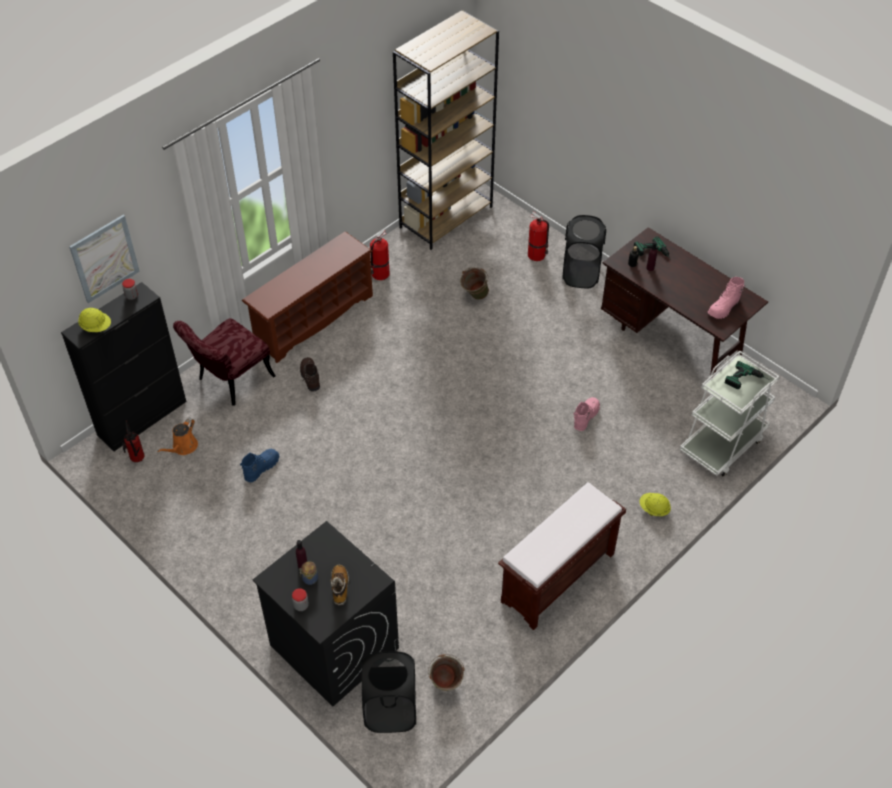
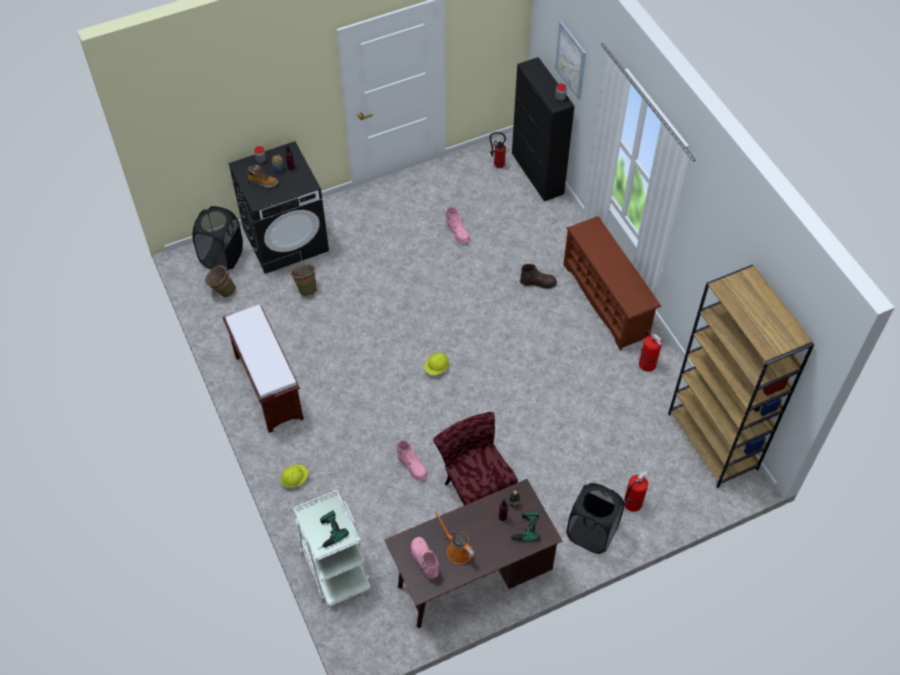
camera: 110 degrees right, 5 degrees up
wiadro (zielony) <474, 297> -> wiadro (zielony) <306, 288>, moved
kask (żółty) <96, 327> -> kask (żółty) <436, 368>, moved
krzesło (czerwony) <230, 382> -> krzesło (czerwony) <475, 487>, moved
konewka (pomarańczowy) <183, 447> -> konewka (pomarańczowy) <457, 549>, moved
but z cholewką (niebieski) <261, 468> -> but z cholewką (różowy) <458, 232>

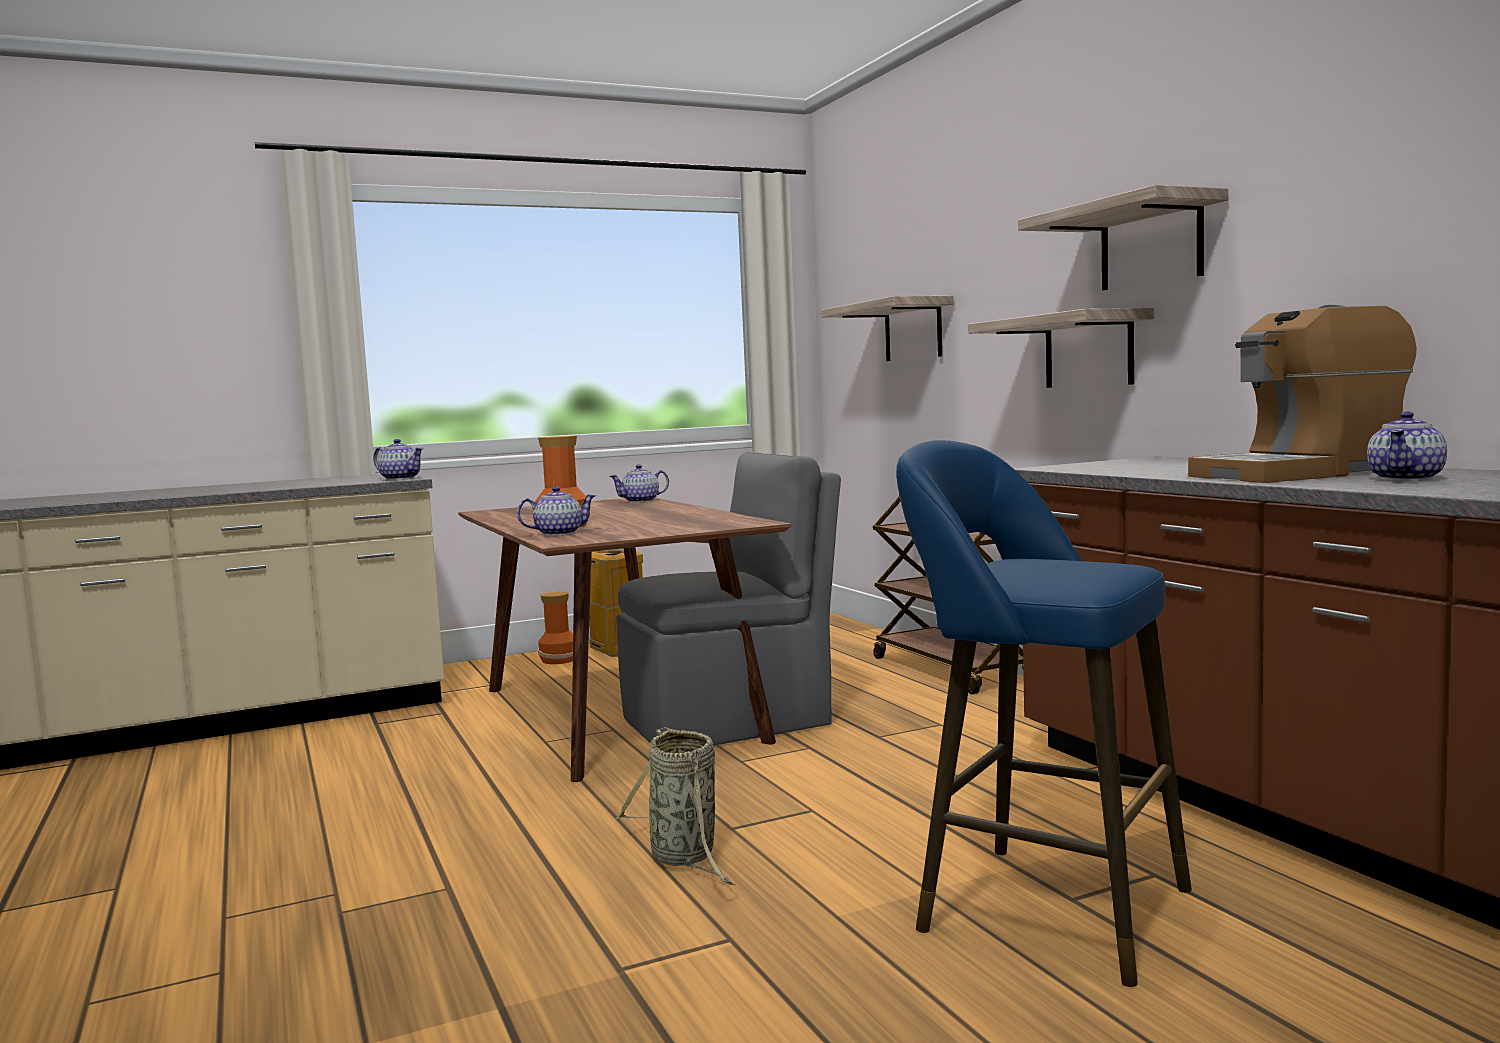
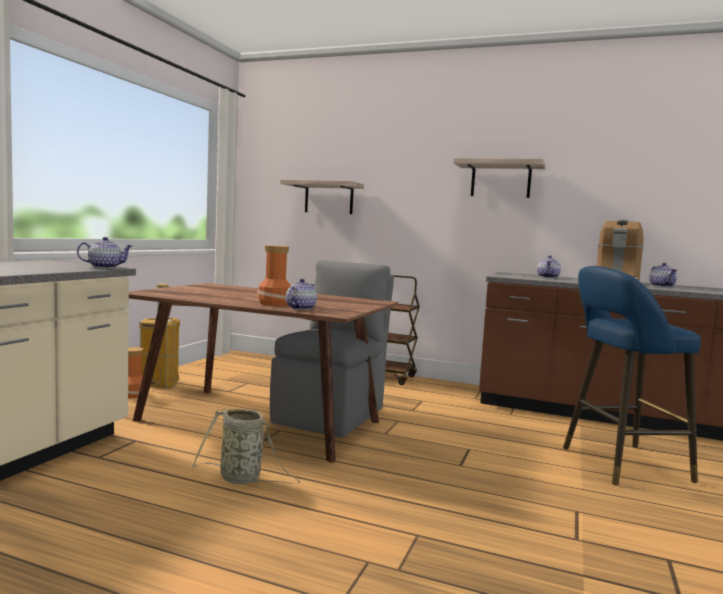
camera: 45 degrees left, 0 degrees up
koszyk <685, 858> -> koszyk <243, 479>, moved
imbryk <641, 501> -> imbryk <548, 277>, moved
półka <1088, 351> -> none

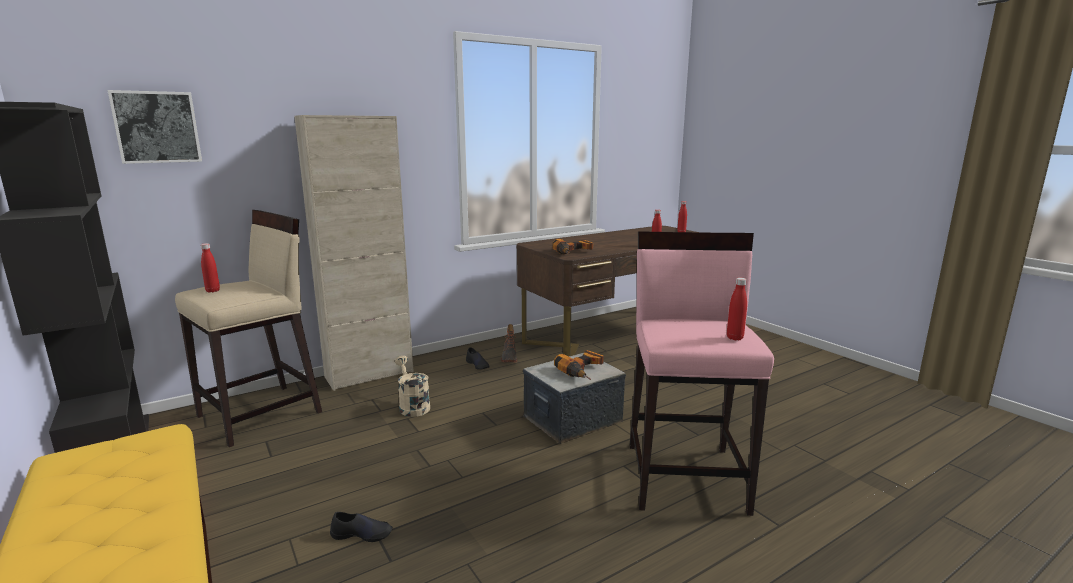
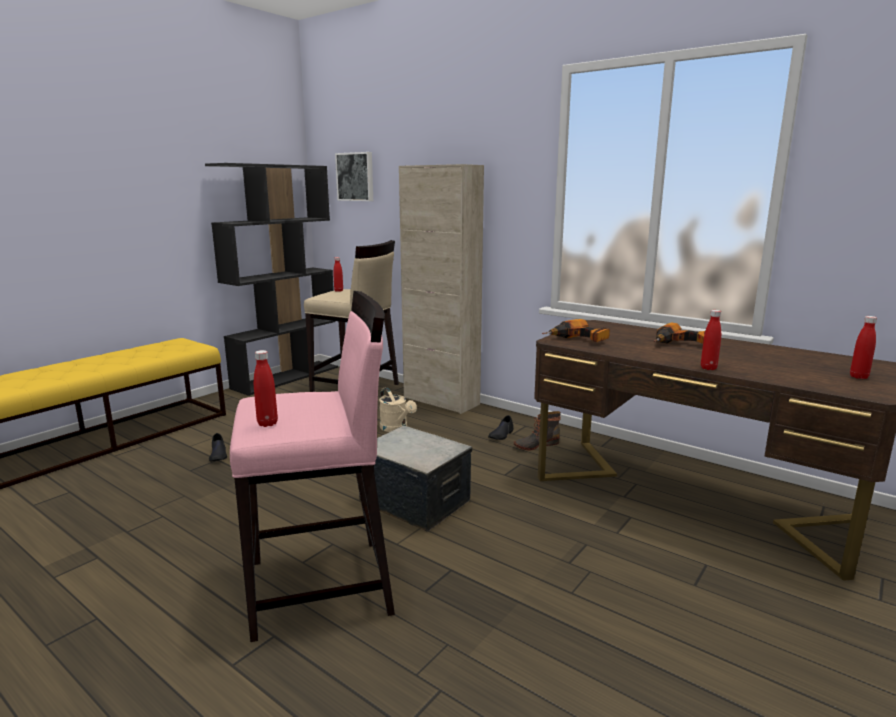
camera: 70 degrees right, 0 degrees up
konewka (beżowy) <412, 406> -> konewka (beżowy) <396, 428>, 105 degrees clockwise
wiertarka <583, 371> -> wiertarka <682, 344>, moved

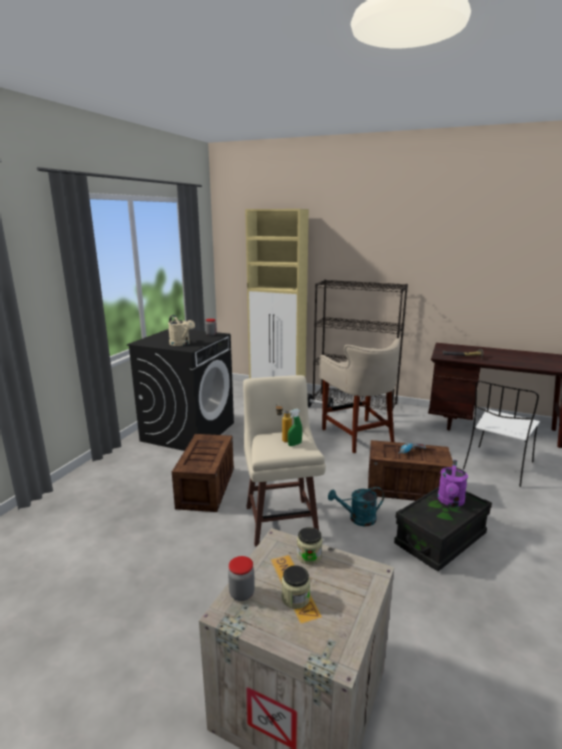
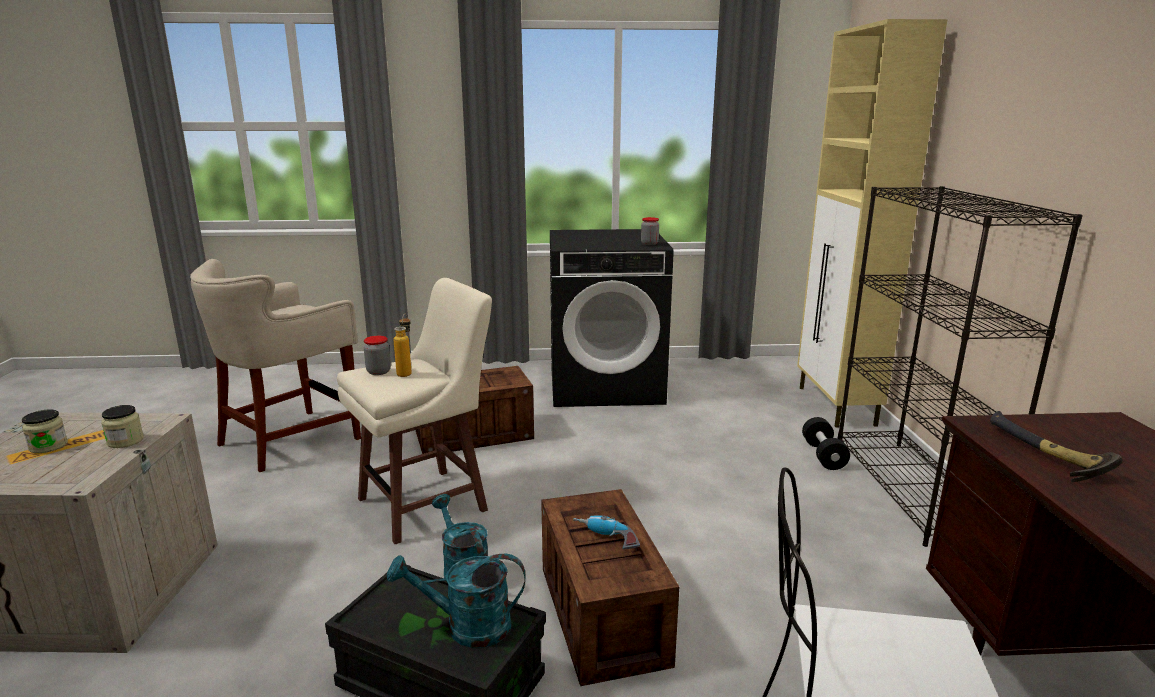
camera: 65 degrees right, 0 degrees up
stołek (beżowy) <358, 435> -> stołek (beżowy) <291, 440>, moved
słoik <241, 593> -> słoik <378, 372>, moved
konewka (fioletowy) <450, 501> -> konewka (turkusowy) <467, 627>
konewka (beżowy) <181, 344> -> none
spryskiwacz (zielony) <294, 444> -> none

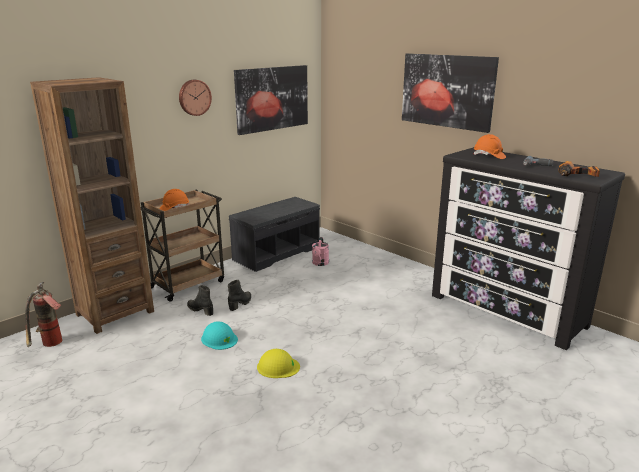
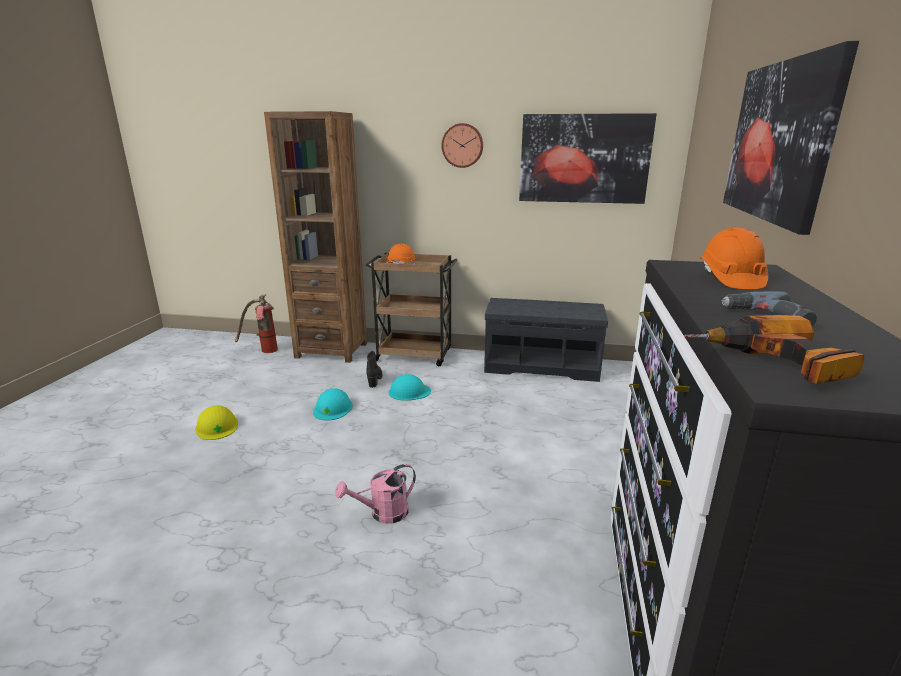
camera: 55 degrees right, 0 degrees up
kask (żółty) <278, 367> -> kask (żółty) <217, 426>, moved
konewka (różowy) <320, 263> -> konewka (różowy) <383, 514>, moved
but z cholewką (czarny) <240, 304> -> kask (turkusowy) <409, 391>

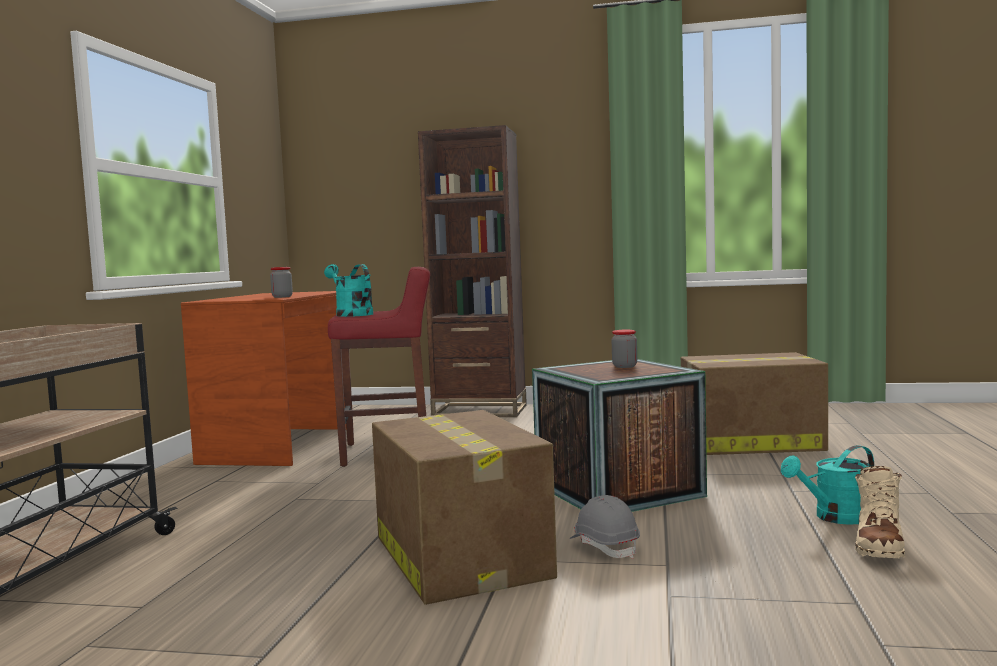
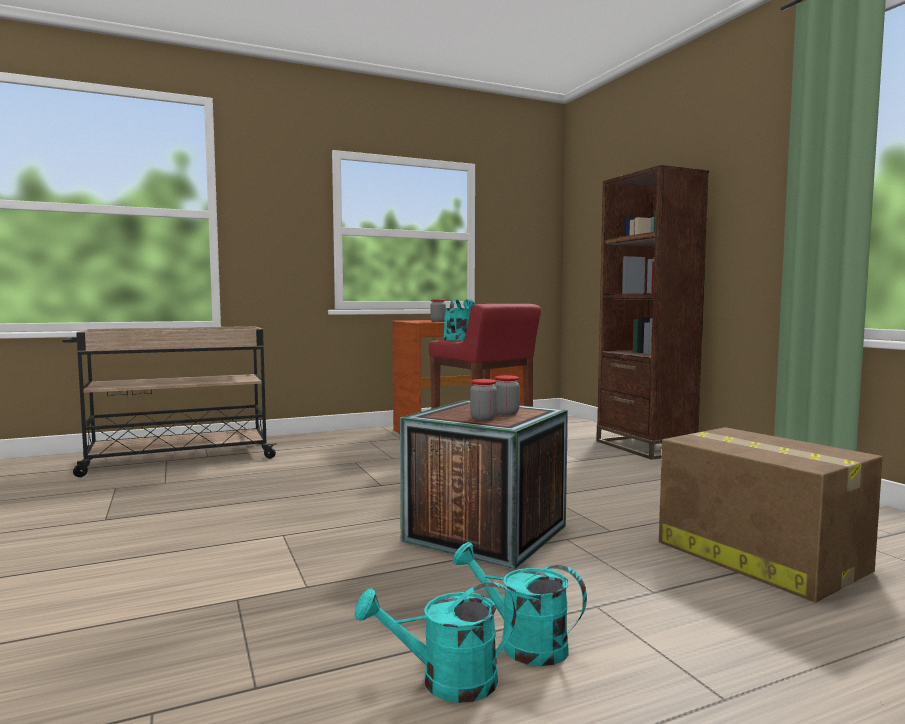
camera: 55 degrees right, 0 degrees up
but z cholewką (beżowy) <879, 546> -> konewka (turkusowy) <445, 682>
none -> słoik <483, 418>
karton <459, 556> -> none
kask (szary) <605, 546> -> none

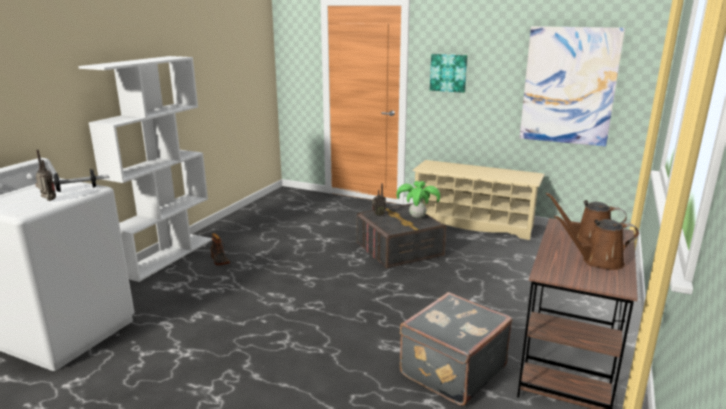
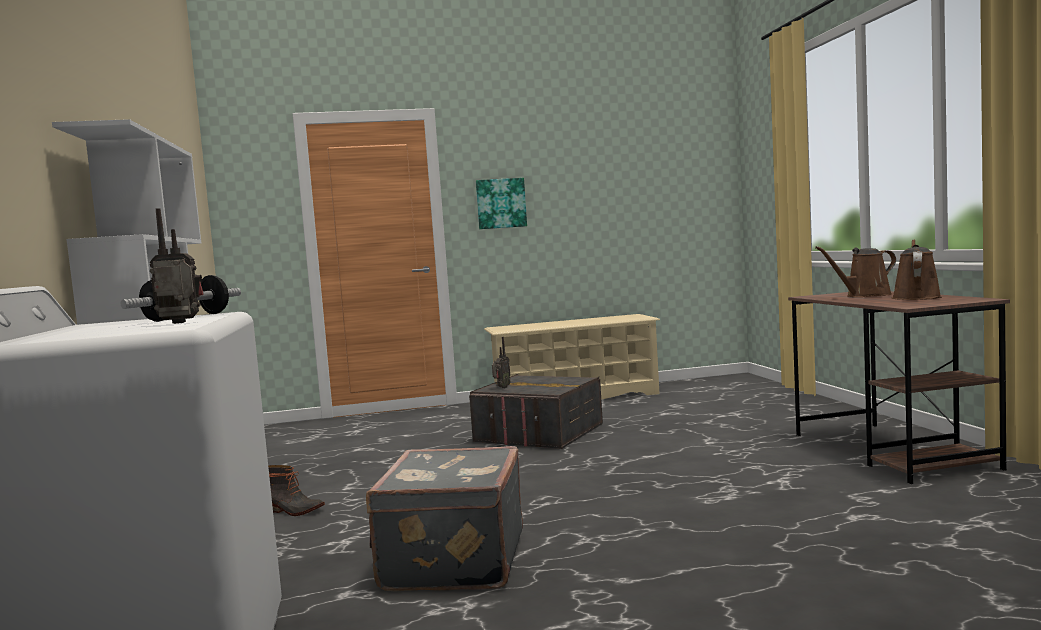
camera: 35 degrees left, 15 degrees down
walizka (szary) <451, 370> -> walizka (szary) <451, 561>, moved
konewka (brązowy) <598, 261> -> konewka (brązowy) <916, 297>, 150 degrees clockwise
roślina doniczkowa <417, 217> -> none
obraz <569, 86> -> none

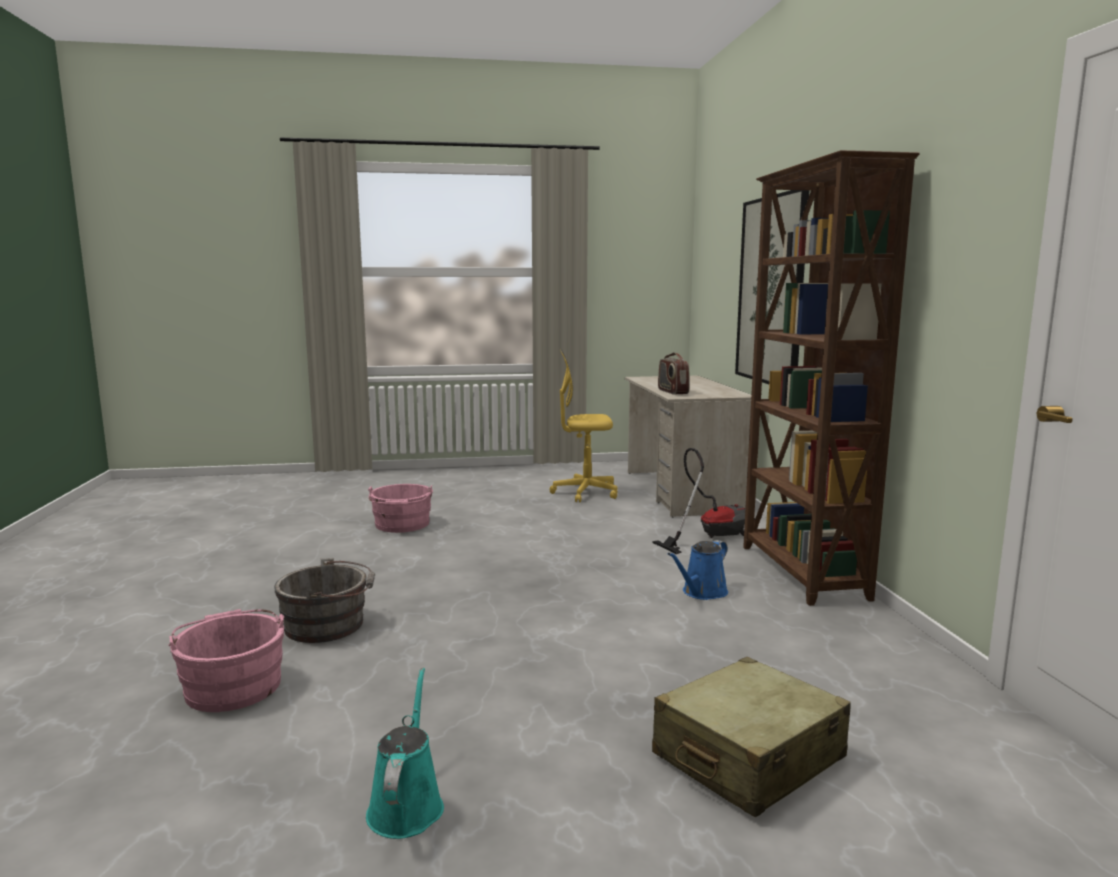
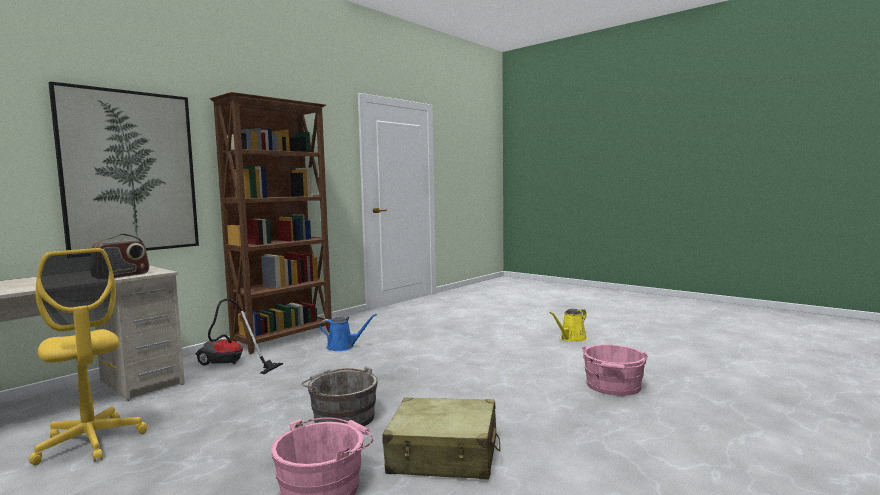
camera: 130 degrees left, 5 degrees down
wiadro (szary) <329, 625> -> wiadro (szary) <342, 417>, moved
walizka (beżowy) <748, 757> -> walizka (beżowy) <444, 455>, moved
konewka (turkusowy) <407, 805> -> konewka (żółty) <571, 339>

